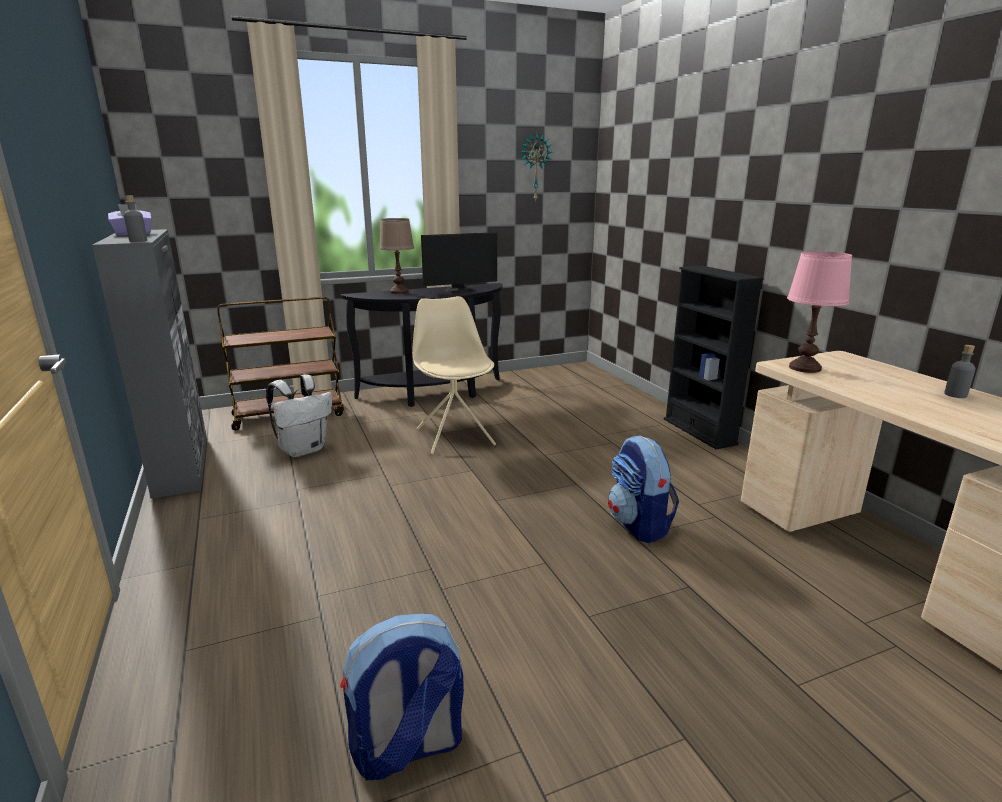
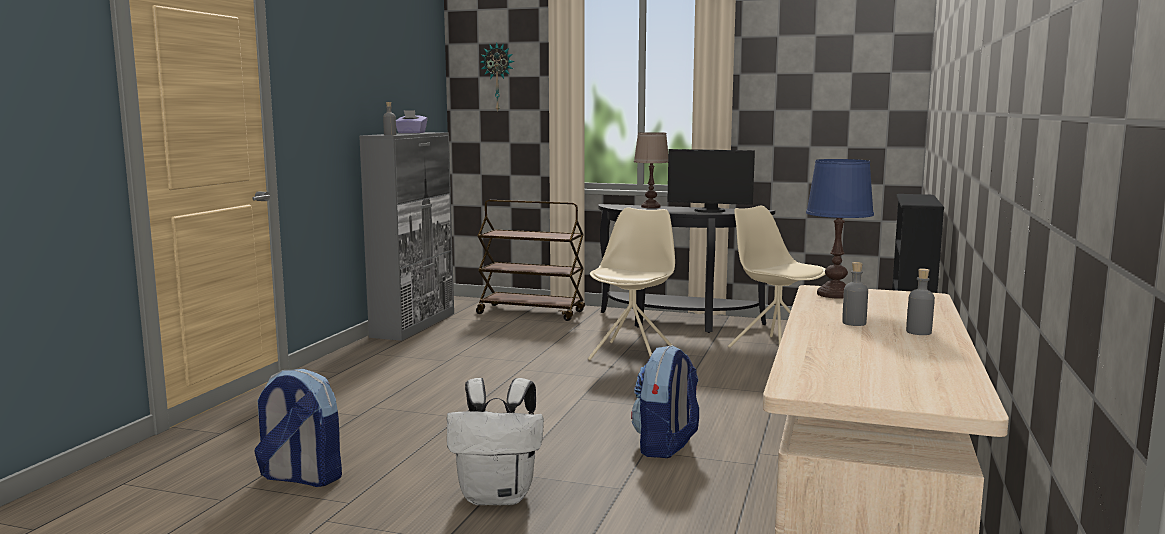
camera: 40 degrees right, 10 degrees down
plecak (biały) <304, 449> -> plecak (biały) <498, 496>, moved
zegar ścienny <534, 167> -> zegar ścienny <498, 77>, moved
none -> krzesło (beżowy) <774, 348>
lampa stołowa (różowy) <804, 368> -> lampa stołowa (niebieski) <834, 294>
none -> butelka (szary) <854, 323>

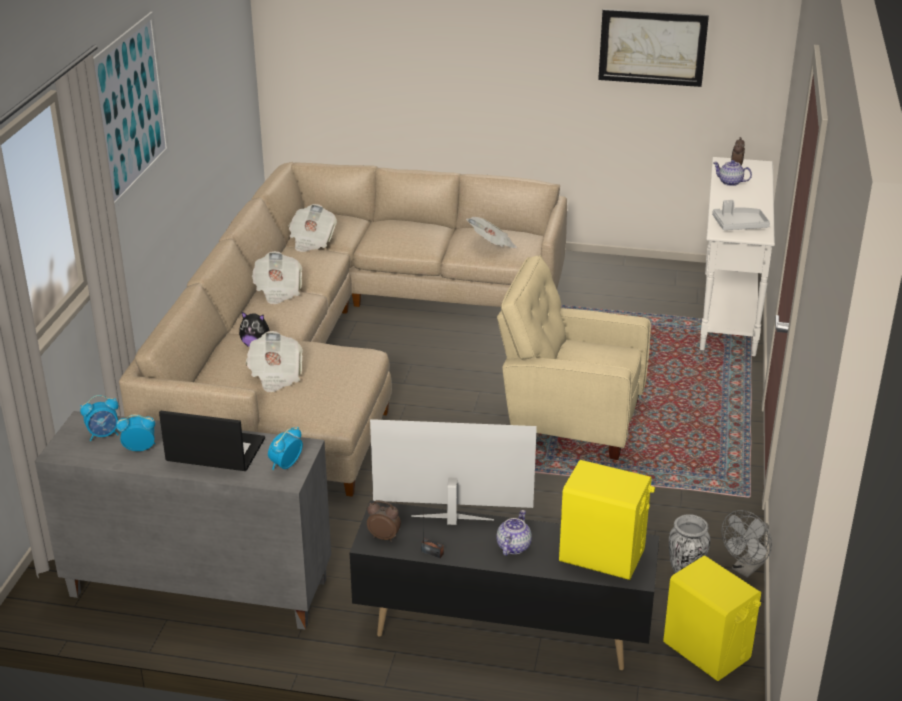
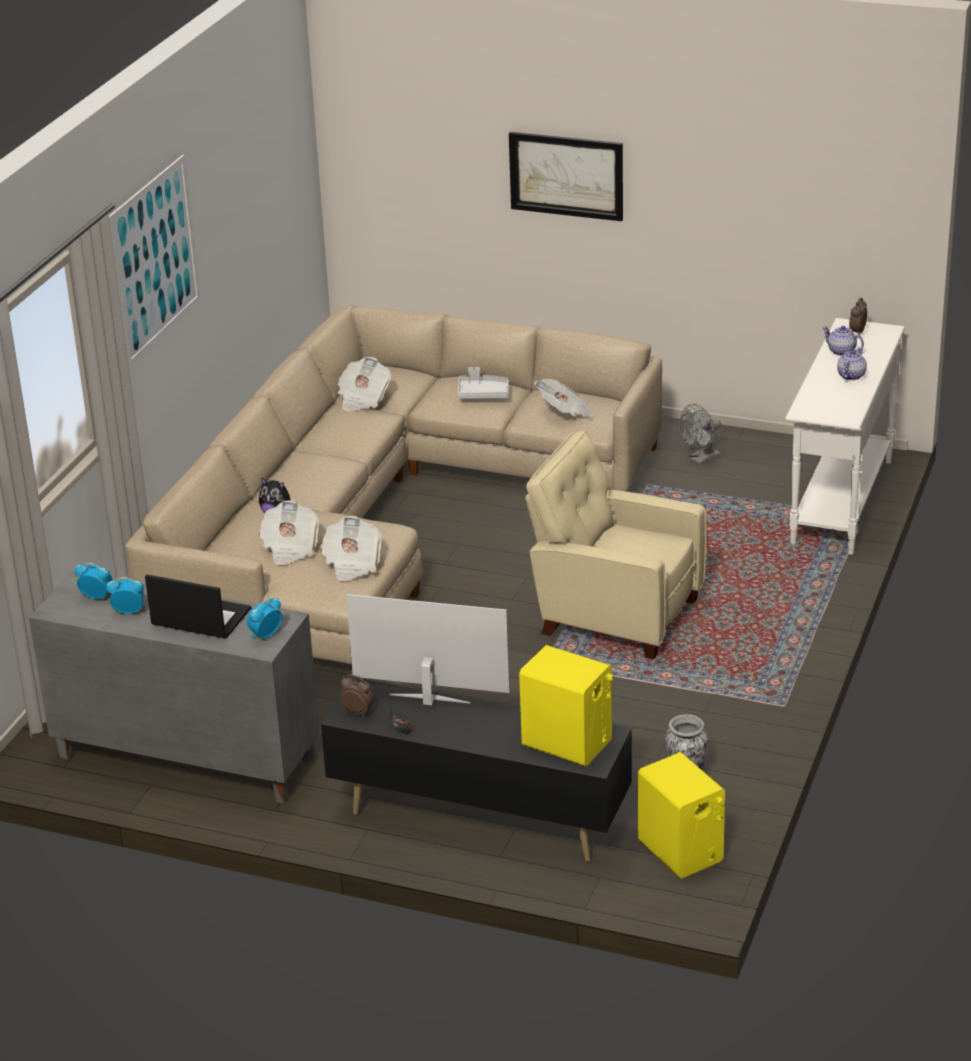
camera: 10 degrees right, 0 degrees up
budzik <104, 435> -> budzik <97, 596>, 150 degrees counterclockwise
gazeta <278, 291> -> gazeta <352, 564>, moved
taca (szary) <739, 225> -> taca (szary) <483, 394>, moved
obraz <652, 47> -> obraz <566, 175>, moved
wentylator (szary) <745, 569> -> wentylator (szary) <700, 459>, moved
imbryk <513, 546> -> imbryk <851, 375>, moved

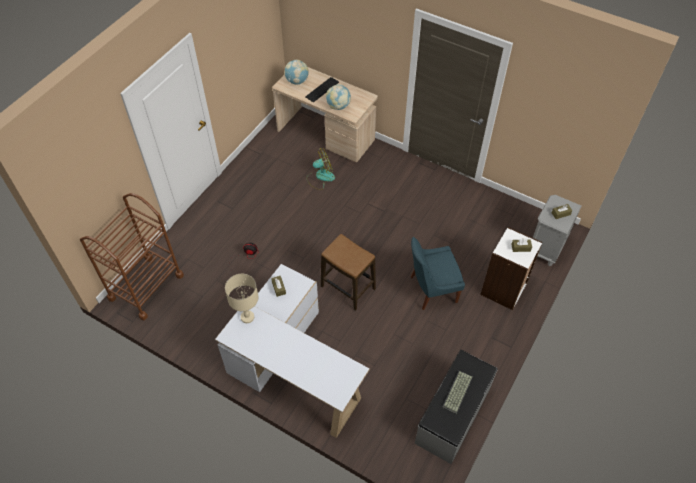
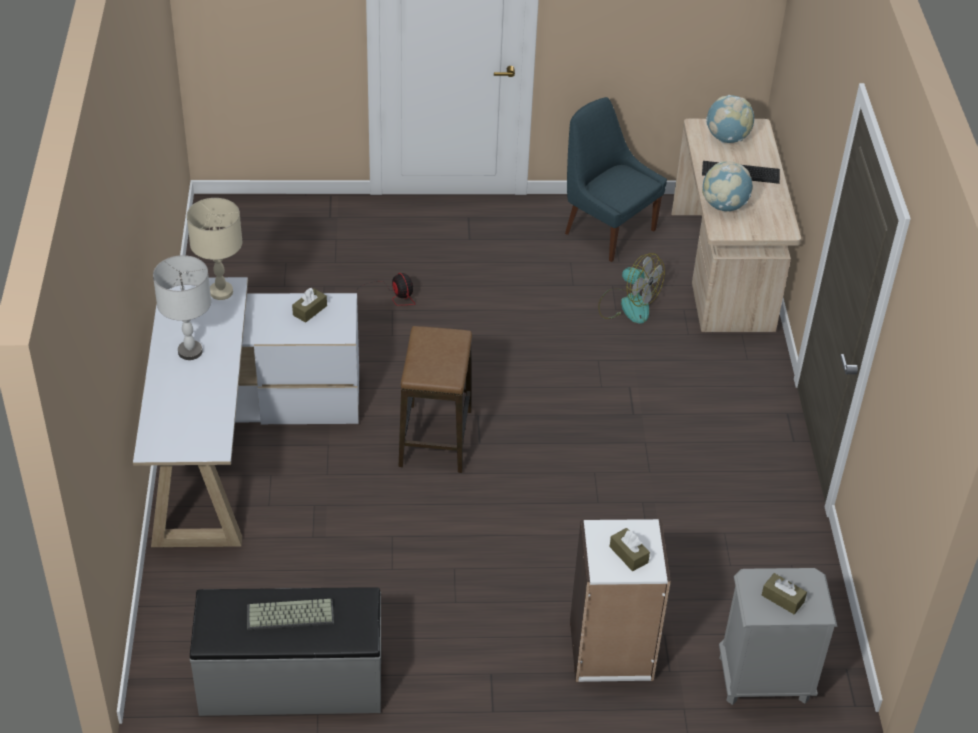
camera: 55 degrees right, 10 degrees down
none -> lampa stołowa (szary) <190, 351>
krzesło (niebieski) <431, 290> -> krzesło (niebieski) <607, 230>, moved
wózek (brązowy) <146, 287> -> none

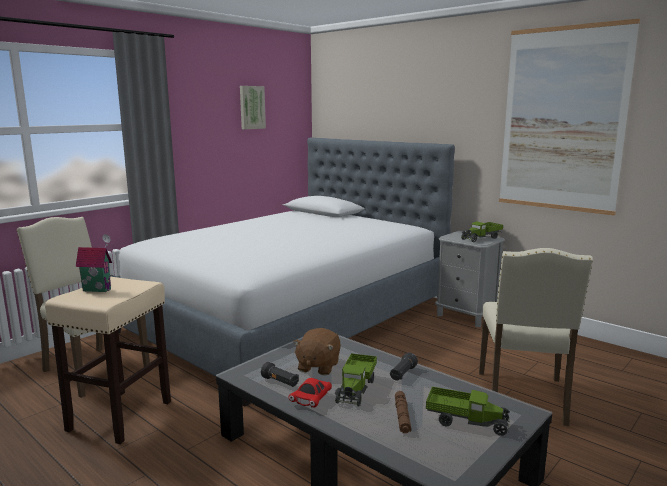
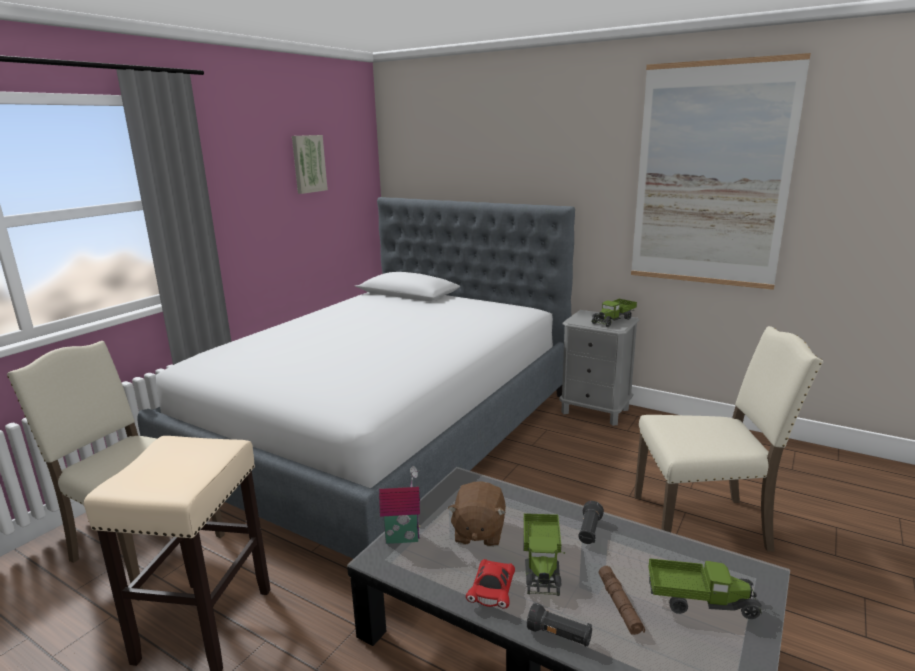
camera: 10 degrees left, 5 degrees up
domek <98, 289> -> domek <402, 536>, moved
latarka (czarny) <280, 382> -> latarka (czarny) <559, 636>, moved
krzesło (beżowy) <523, 398> -> krzesło (beżowy) <704, 524>, 90 degrees counterclockwise

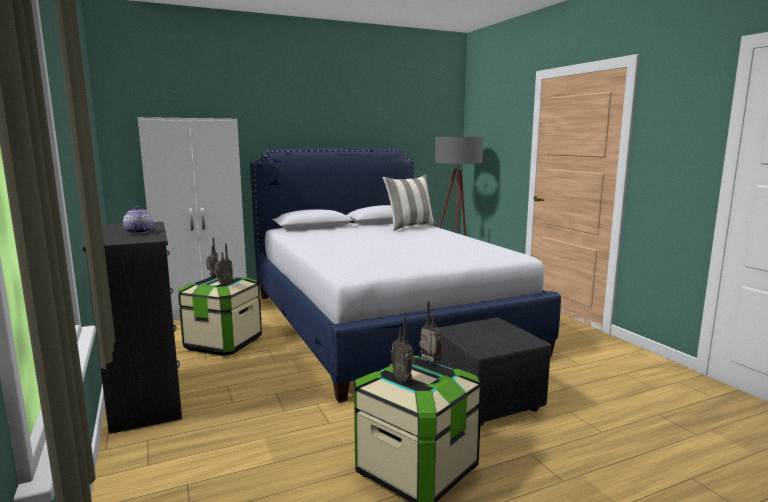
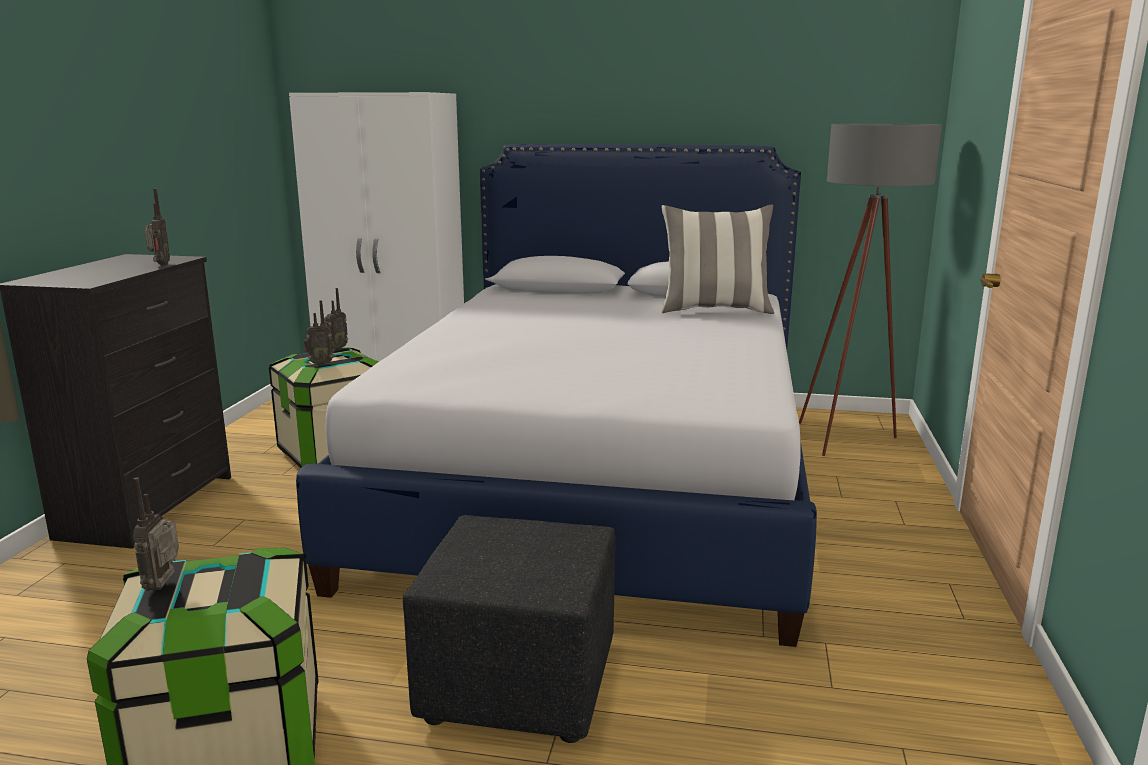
camera: 35 degrees right, 5 degrees up
radio <429, 364> -> radio <160, 265>, moved
imbryk <138, 232> -> none

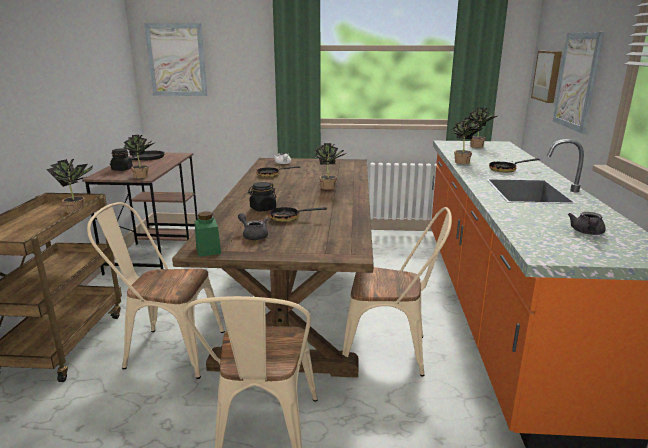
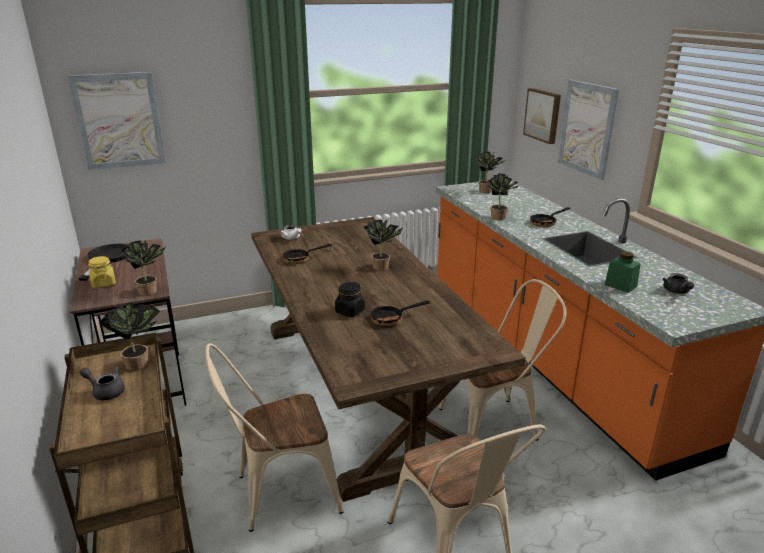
camera: 25 degrees left, 5 degrees up
imbryk (szary) <253, 235> -> imbryk (szary) <106, 391>, moved
słoik (czarny) <122, 169> -> słoik (żółty) <103, 283>
słoik (zielony) <208, 250> -> słoik (zielony) <620, 285>, moved

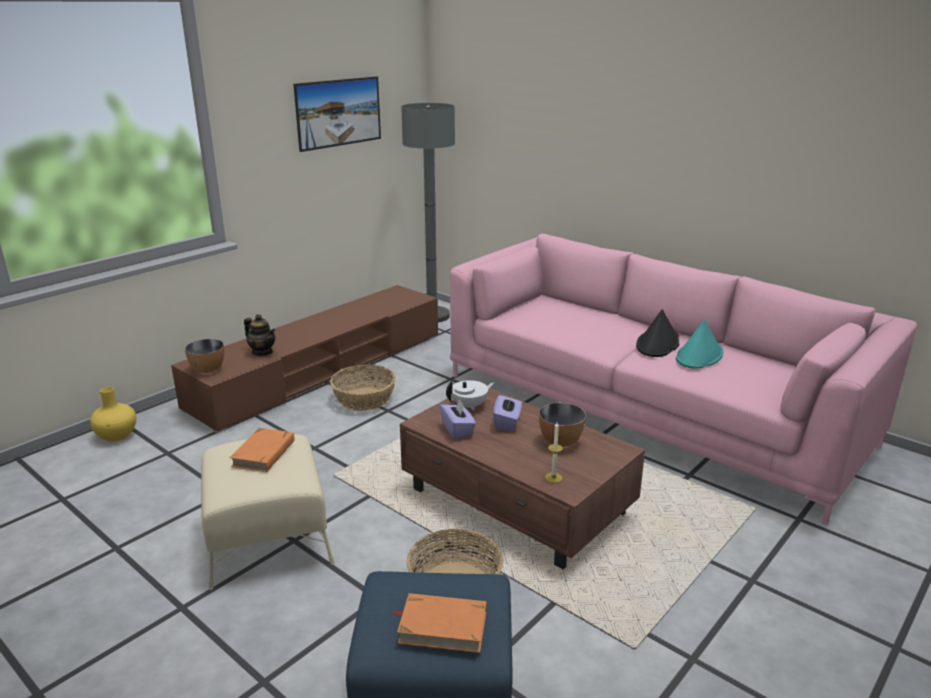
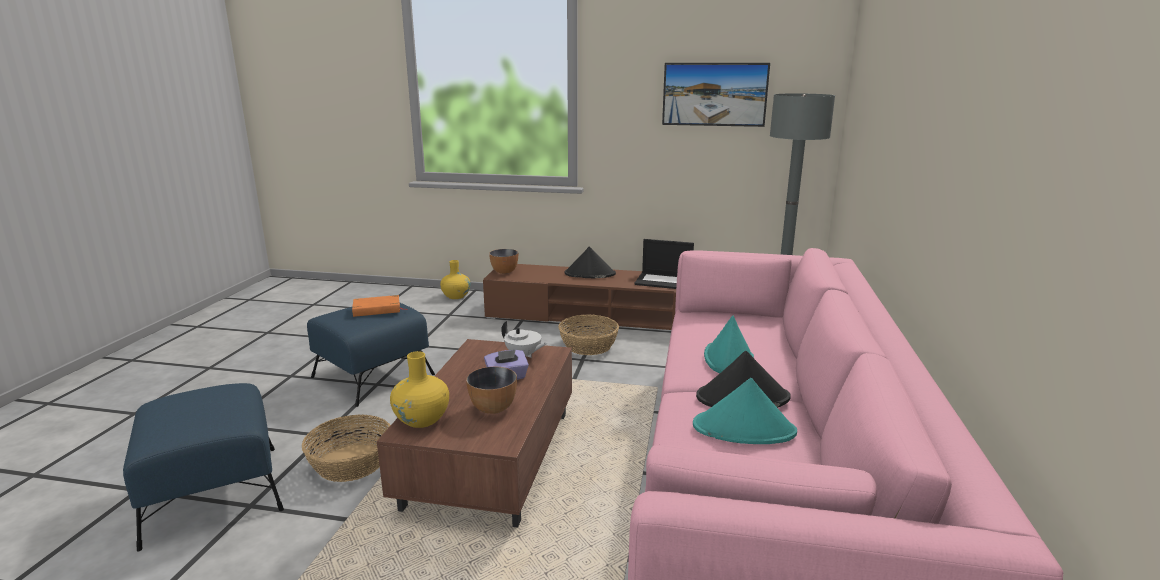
camera: 60 degrees right, 5 degrees down
pufa (beżowy) <269, 538> -> pufa (niebieski) <374, 375>
świeca <553, 477> -> wazon (żółty) <422, 419>
none -> kapelusz (czarny) <589, 274>
none -> laptop <664, 281>
none -> kapelusz (turkusowy) <728, 358>
imbryk <262, 352> -> none
książka (pomarańczowy) <442, 626> -> none
pudełko chusteczek (fioletowy) <457, 430> -> none

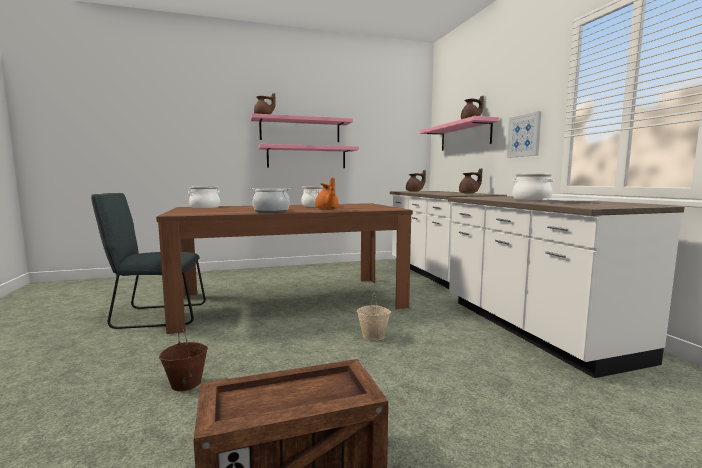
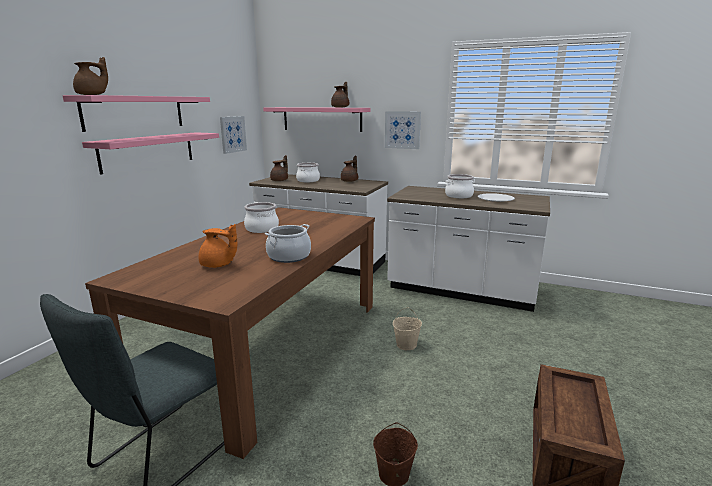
camera: 50 degrees left, 10 degrees up
imbryk (pomarańczowy) <327, 209> -> imbryk (pomarańczowy) <218, 265>, moved
none -> obraz <232, 134>
garnek <205, 207> -> garnek <308, 180>, moved

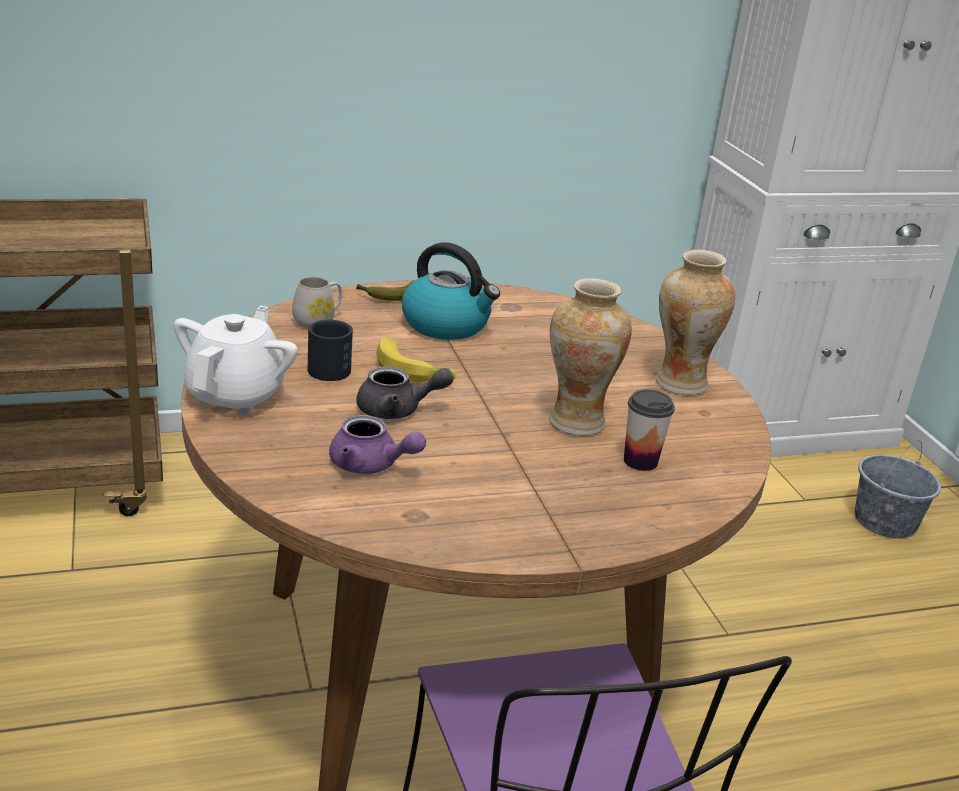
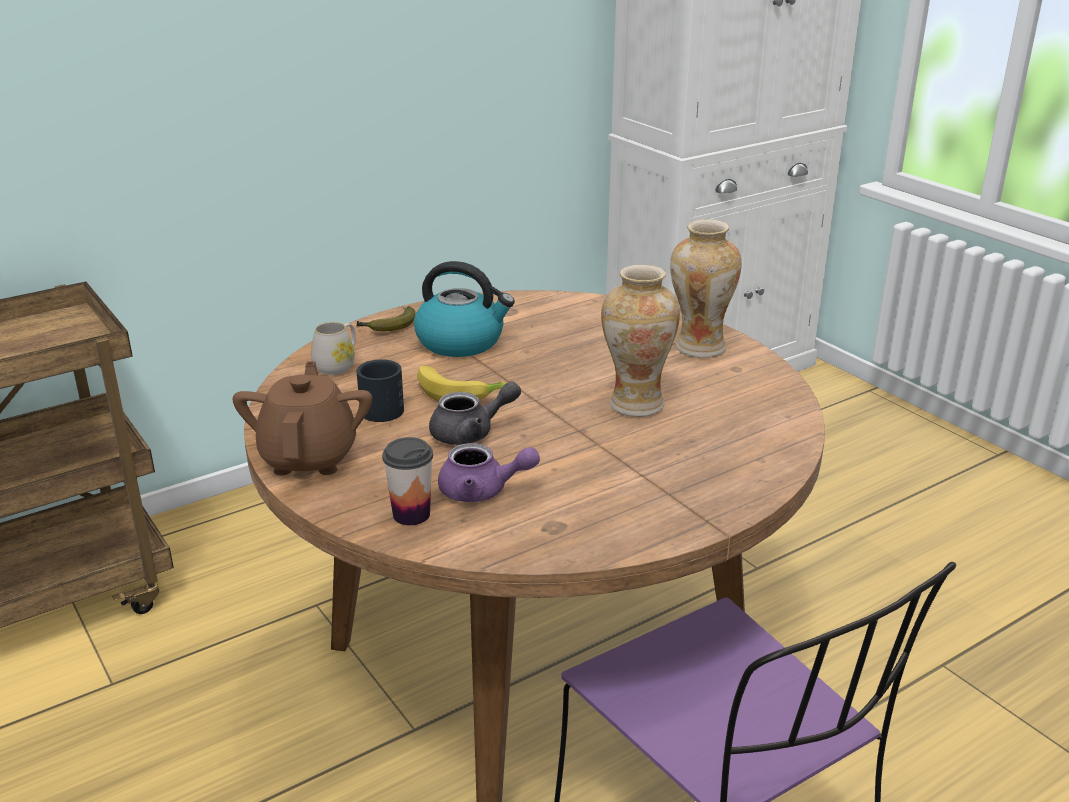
camera: 15 degrees left, 0 degrees up
imbryk (biały) <236, 396> -> imbryk (brązowy) <309, 457>
filiżanka <640, 461> -> filiżanka <411, 514>, moved
wiadro (szary) <885, 521> -> none

